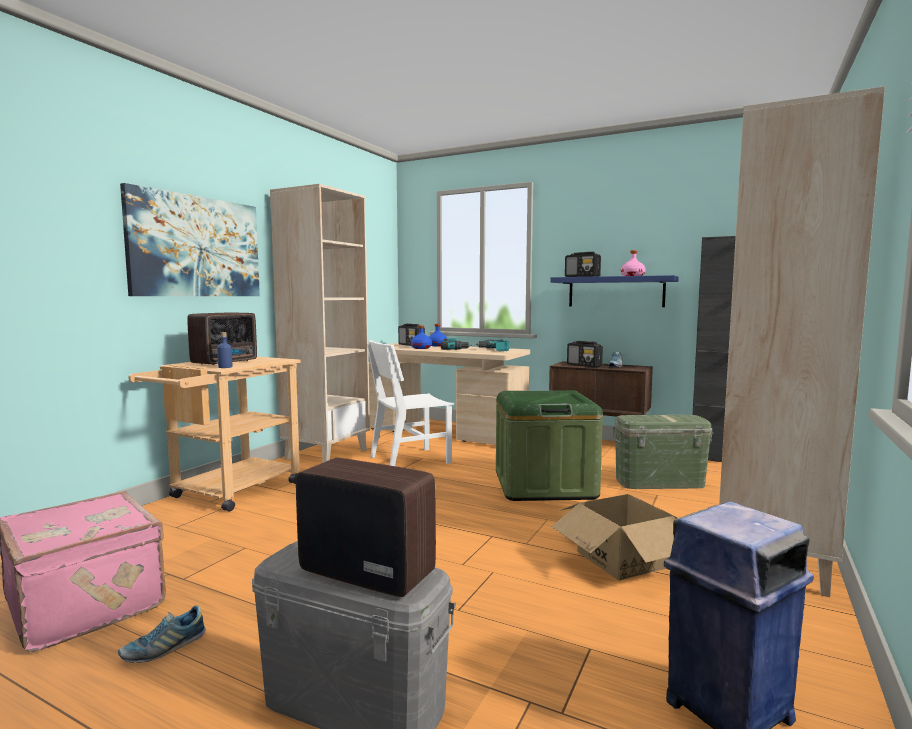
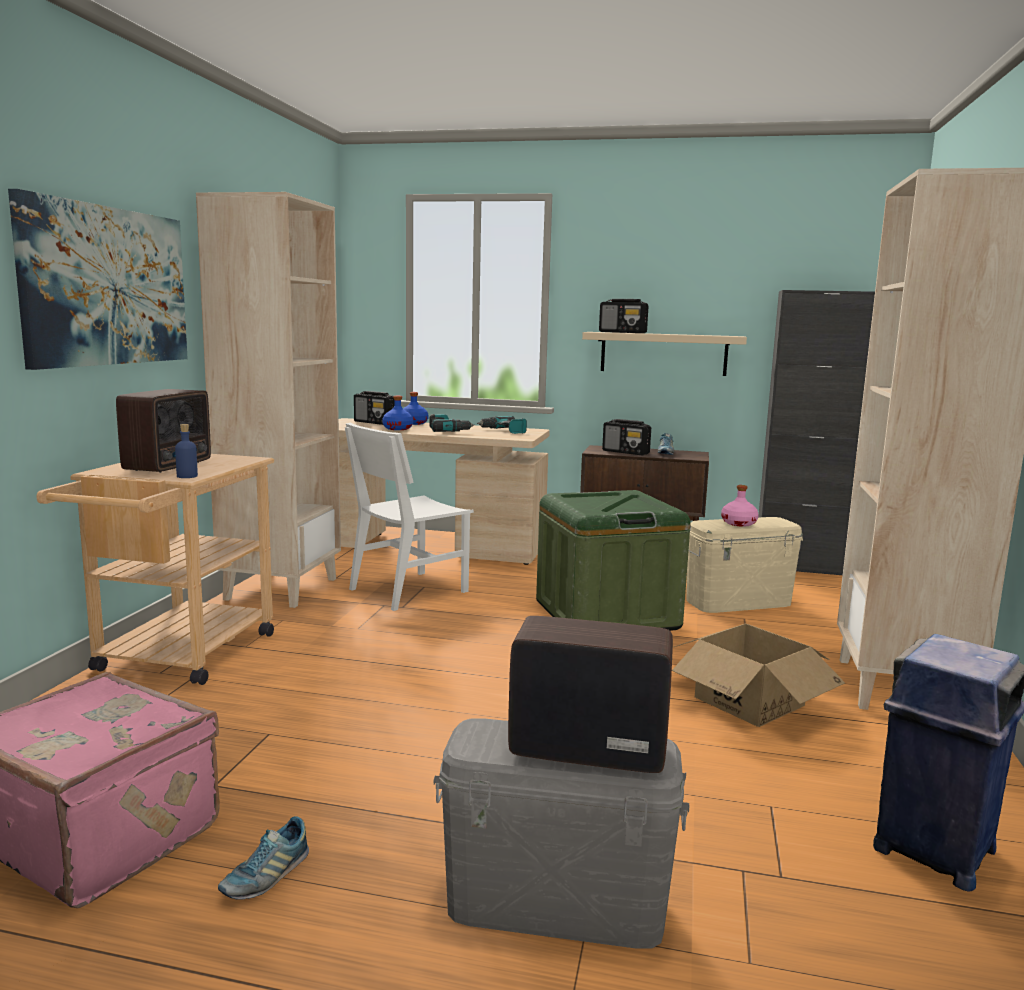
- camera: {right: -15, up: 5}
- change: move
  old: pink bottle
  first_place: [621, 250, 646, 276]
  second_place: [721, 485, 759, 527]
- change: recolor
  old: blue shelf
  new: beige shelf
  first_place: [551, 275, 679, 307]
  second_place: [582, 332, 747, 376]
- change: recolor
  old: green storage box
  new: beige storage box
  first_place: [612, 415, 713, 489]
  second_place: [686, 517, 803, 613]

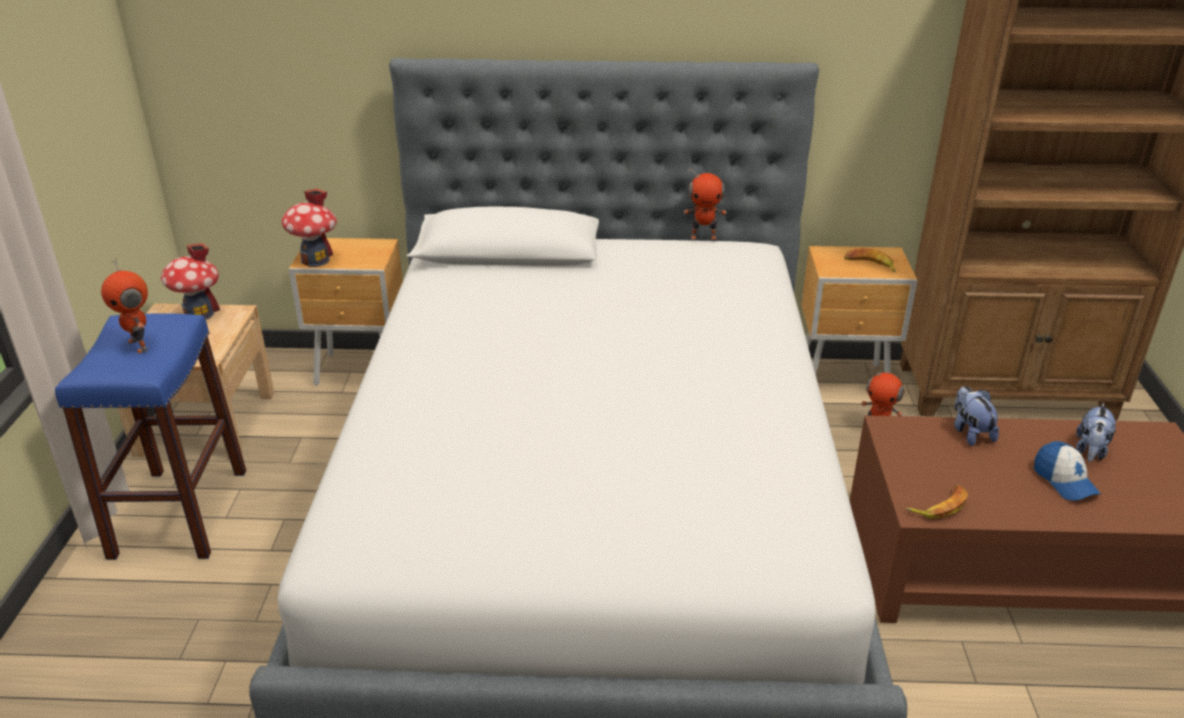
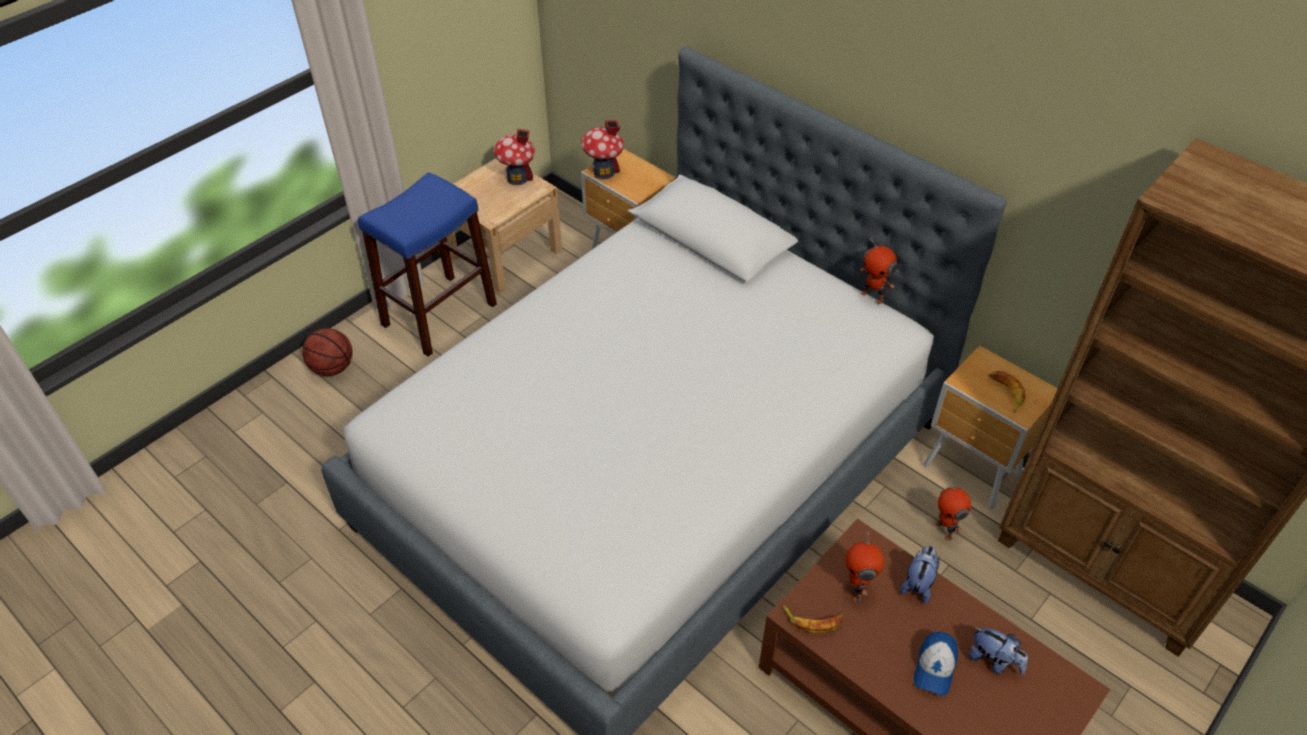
- camera: {right: 40, up: 15}
- change: insert
  new: basketball
  second_place: [302, 328, 353, 376]
- change: move
  old: toy robot
  first_place: [101, 258, 148, 353]
  second_place: [846, 531, 884, 602]
- change: rotate
  old: plush toy
  first_place: [1076, 403, 1116, 462]
  second_place: [968, 627, 1028, 675]
  degrees: -120

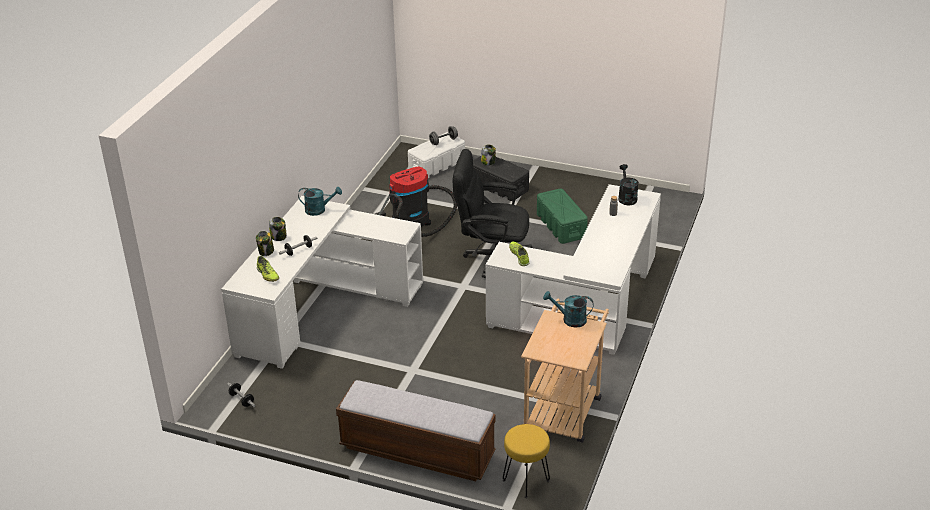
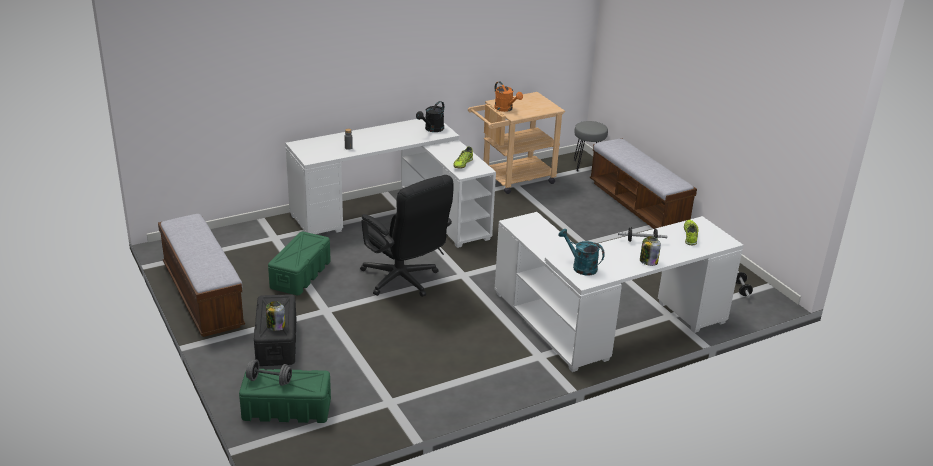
- camera: {right: -140, up: -5}
- change: delete
  old: jar
  first_place: [256, 231, 274, 256]
- change: delete
  old: vacuum cleaner
  first_place: [375, 166, 457, 237]
- change: insert
  new: bench
  second_place: [158, 214, 245, 337]
- change: move
  old: black watering can
  first_place: [618, 164, 639, 205]
  second_place: [416, 101, 444, 132]
- change: recolor
  old: white storage box
  new: green storage box
  first_place: [408, 132, 465, 178]
  second_place: [239, 369, 331, 423]
- change: recolor
  old: yellow stool
  new: grey stool
  first_place: [503, 424, 550, 498]
  second_place: [574, 121, 608, 171]
- change: recolor
  old: turquoise watering can
  new: orange watering can
  first_place: [543, 291, 594, 328]
  second_place: [494, 81, 523, 112]

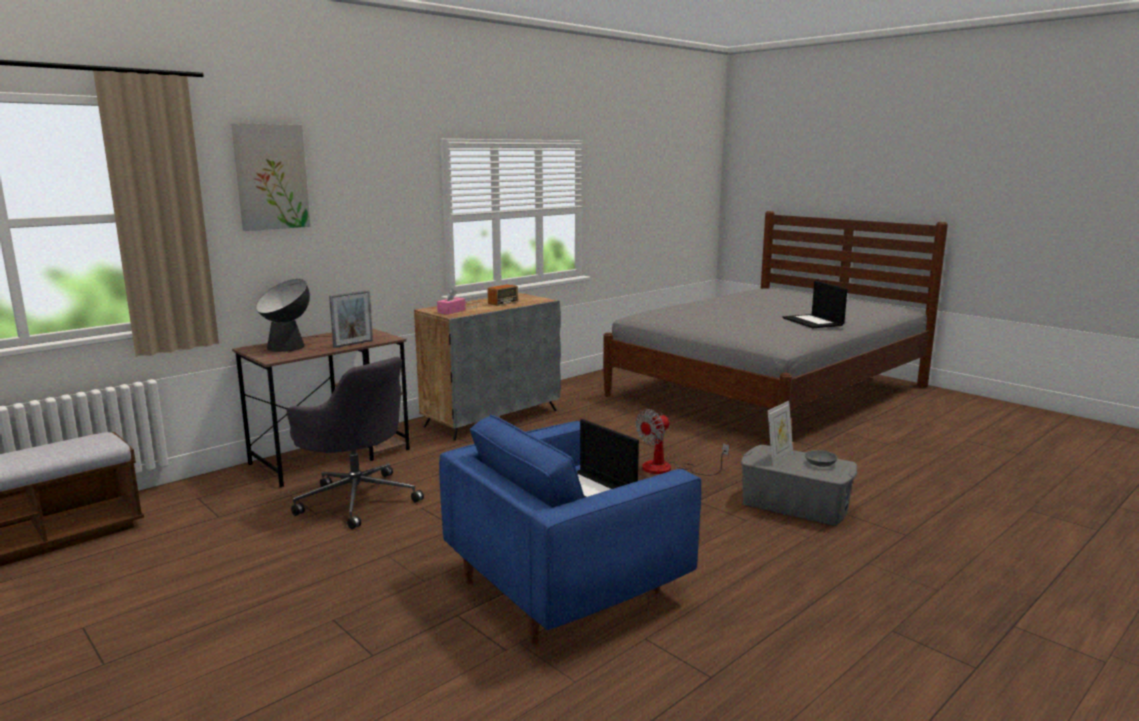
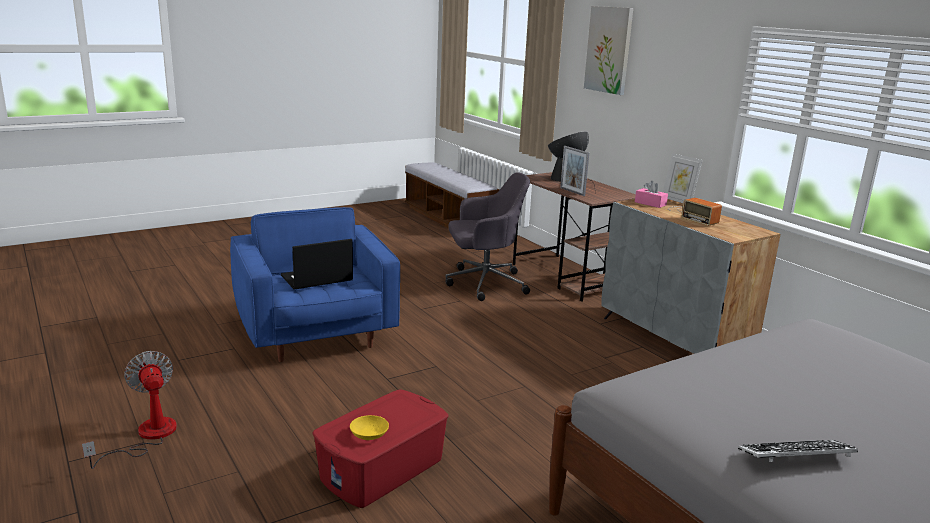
- camera: {right: 100, up: 5}
- change: move
  old: fan
  first_place: [636, 409, 729, 476]
  second_place: [82, 351, 177, 469]
- change: move
  old: picture frame
  first_place: [768, 401, 793, 465]
  second_place: [663, 153, 702, 203]
- change: replace
  old: laptop
  new: keyboard
  first_place: [783, 281, 847, 328]
  second_place: [738, 440, 858, 462]
- change: recolor
  old: grey storage box
  new: red storage box
  first_place: [741, 445, 857, 526]
  second_place: [312, 389, 449, 508]
- change: recolor
  old: grey bowl
  new: yellow bowl
  first_place: [805, 450, 838, 467]
  second_place: [350, 415, 389, 440]
- change: rotate
  old: grey office chair
  first_place: [287, 356, 424, 529]
  second_place: [445, 172, 530, 301]
  degrees: -150

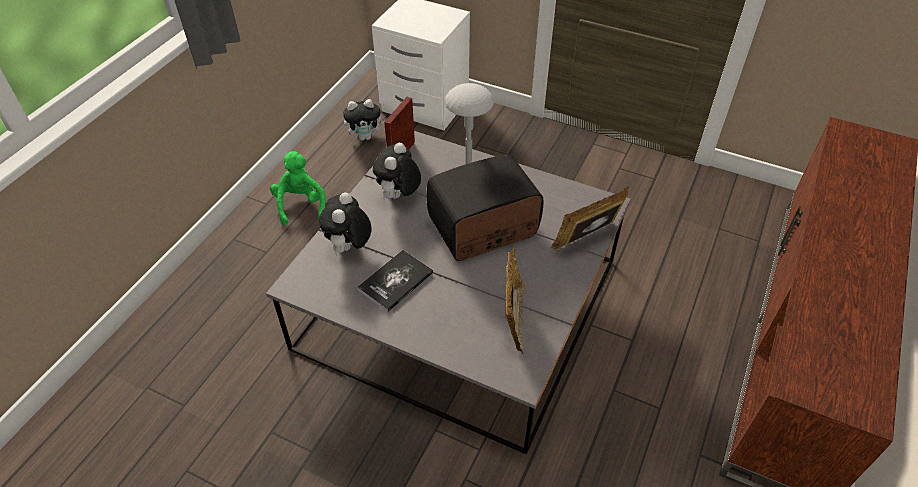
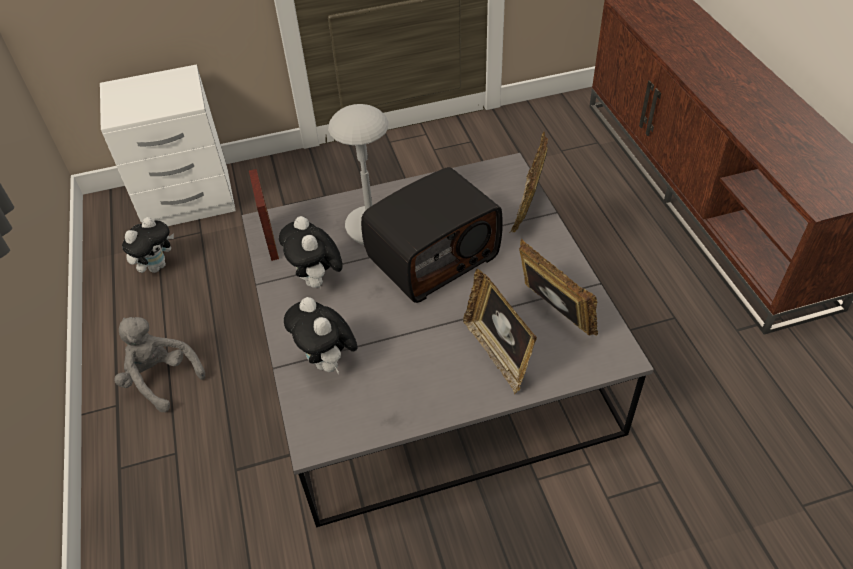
- camera: {right: -40, up: 0}
- change: delete
  old: book
  first_place: [357, 250, 433, 312]
- change: insert
  new: picture frame
  second_place: [463, 269, 537, 394]
- change: recolor
  old: green plush toy
  new: grey plush toy
  first_place: [270, 151, 326, 226]
  second_place: [114, 317, 205, 412]
- change: rotate
  old: radio
  first_place: [426, 154, 543, 261]
  second_place: [361, 167, 503, 303]
  degrees: -150

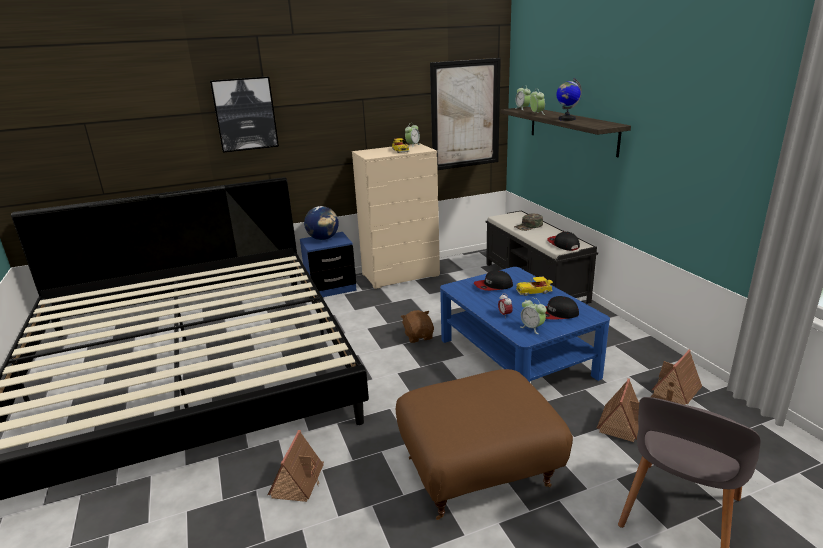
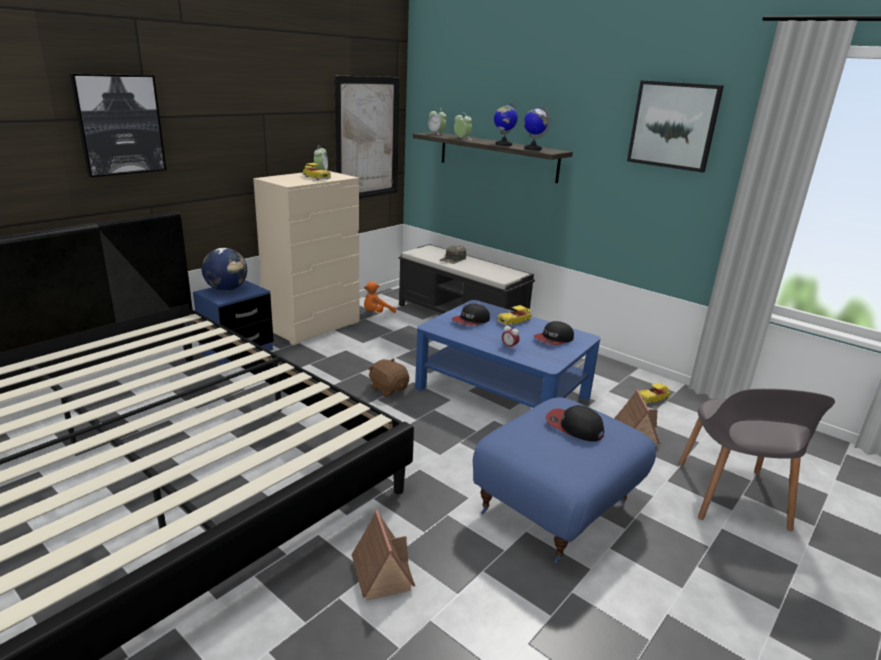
- camera: {right: -30, up: 0}
- change: delete
  old: alarm clock
  first_place: [520, 298, 547, 334]
- change: insert
  new: orange plush toy
  second_place: [364, 281, 396, 313]
- change: insert
  new: globe
  second_place: [524, 106, 550, 151]
- change: insert
  new: picture
  second_place: [627, 80, 724, 172]
- change: move
  old: cap
  first_place: [547, 232, 580, 251]
  second_place: [546, 405, 604, 442]
- change: replace
  old: toy house
  new: toy car
  first_place: [651, 350, 702, 405]
  second_place: [639, 383, 670, 405]
- change: recolor
  old: brown ottoman
  new: blue ottoman
  first_place: [396, 369, 573, 520]
  second_place: [473, 397, 656, 563]

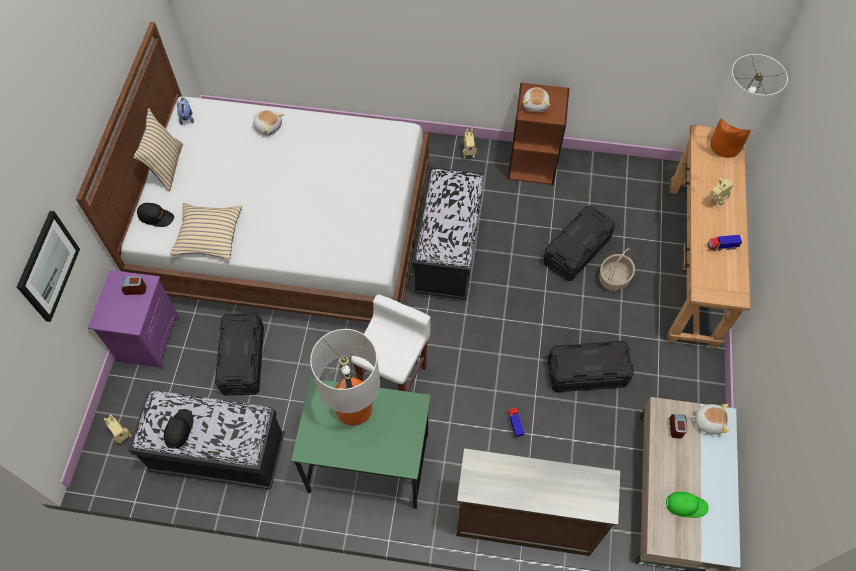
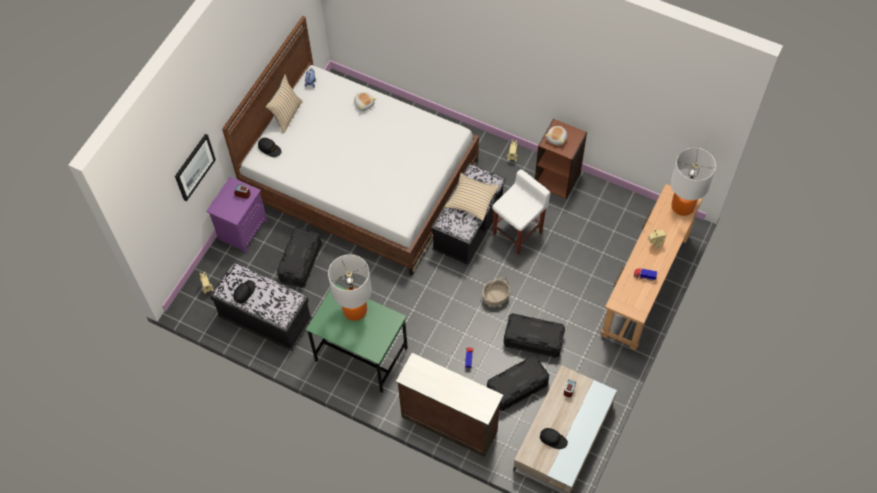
- camera: {right: 20, up: 0}
- change: delete
  old: plush toy
  first_place: [690, 404, 729, 435]
- change: move
  old: beige pillow
  first_place: [170, 203, 242, 260]
  second_place: [445, 173, 500, 221]
- change: move
  old: white stool
  first_place: [351, 295, 431, 392]
  second_place: [492, 169, 550, 255]
- change: move
  old: black storage box
  first_place: [543, 206, 615, 281]
  second_place: [487, 355, 549, 411]
- change: move
  old: basket
  first_place: [599, 248, 635, 291]
  second_place: [482, 277, 510, 307]
- change: recolor
  old: green cap
  new: black cap
  first_place: [666, 492, 709, 518]
  second_place: [540, 428, 568, 449]

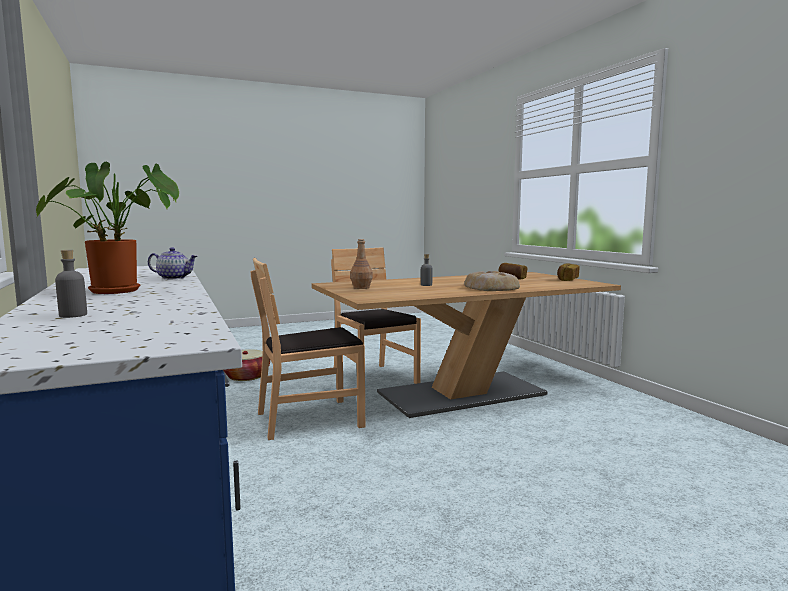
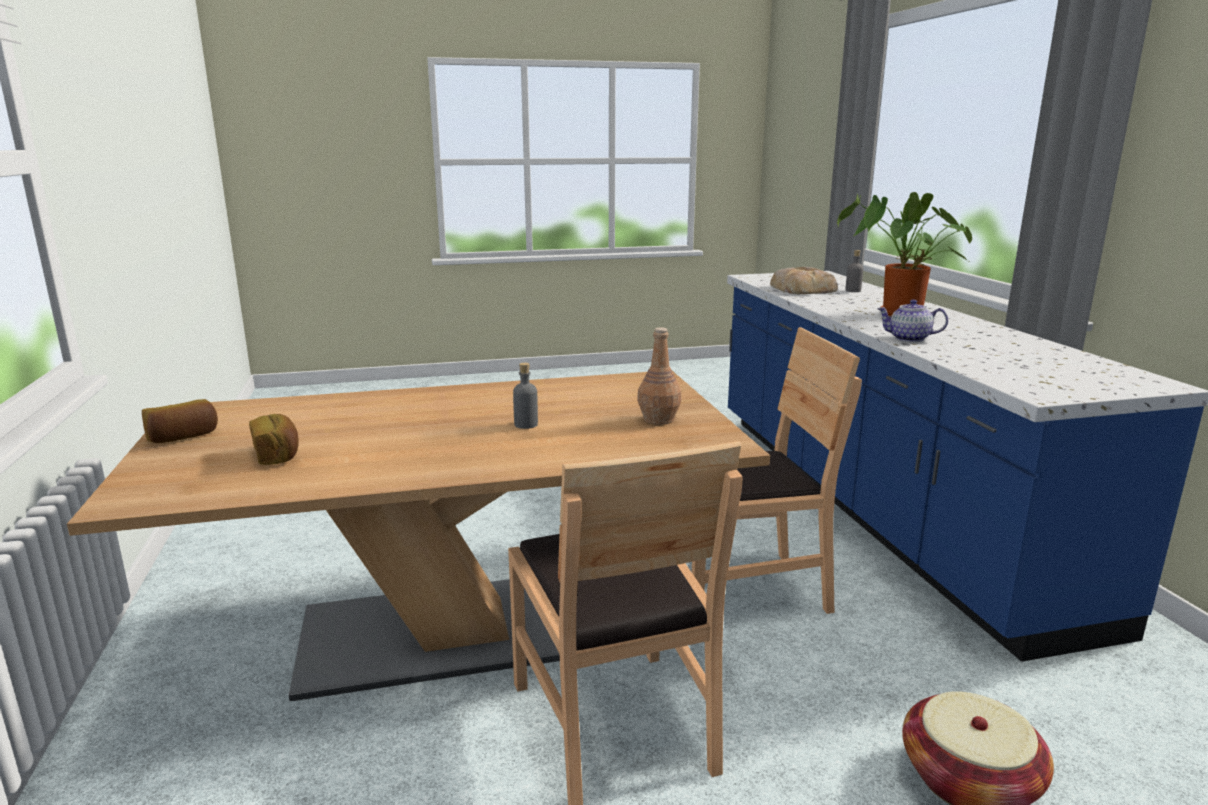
- camera: {right: -170, up: 10}
- change: move
  old: bread
  first_place: [464, 271, 520, 291]
  second_place: [770, 267, 838, 294]

